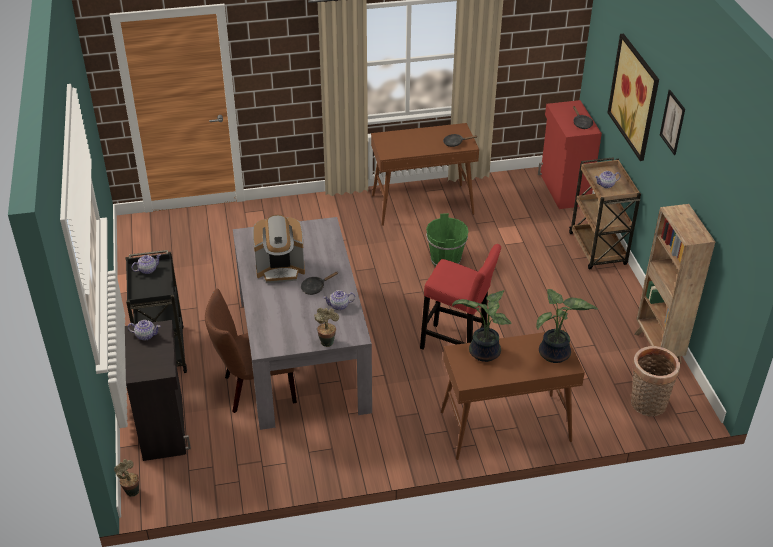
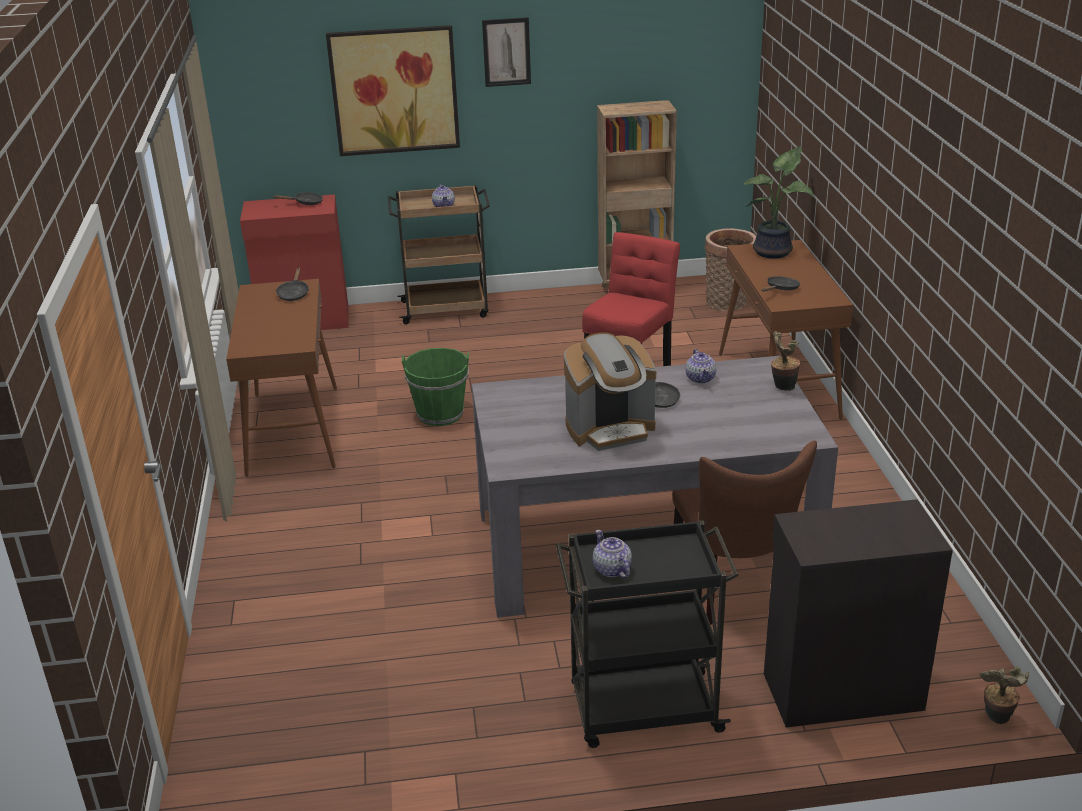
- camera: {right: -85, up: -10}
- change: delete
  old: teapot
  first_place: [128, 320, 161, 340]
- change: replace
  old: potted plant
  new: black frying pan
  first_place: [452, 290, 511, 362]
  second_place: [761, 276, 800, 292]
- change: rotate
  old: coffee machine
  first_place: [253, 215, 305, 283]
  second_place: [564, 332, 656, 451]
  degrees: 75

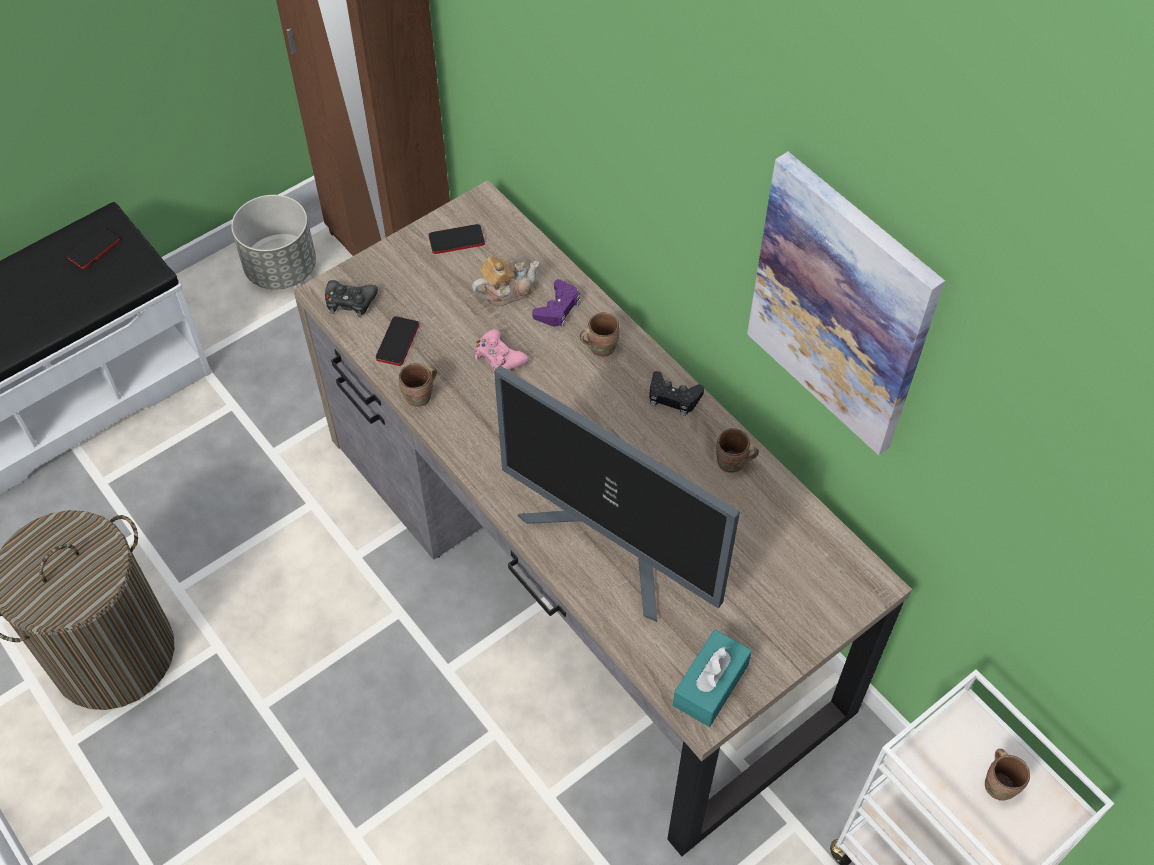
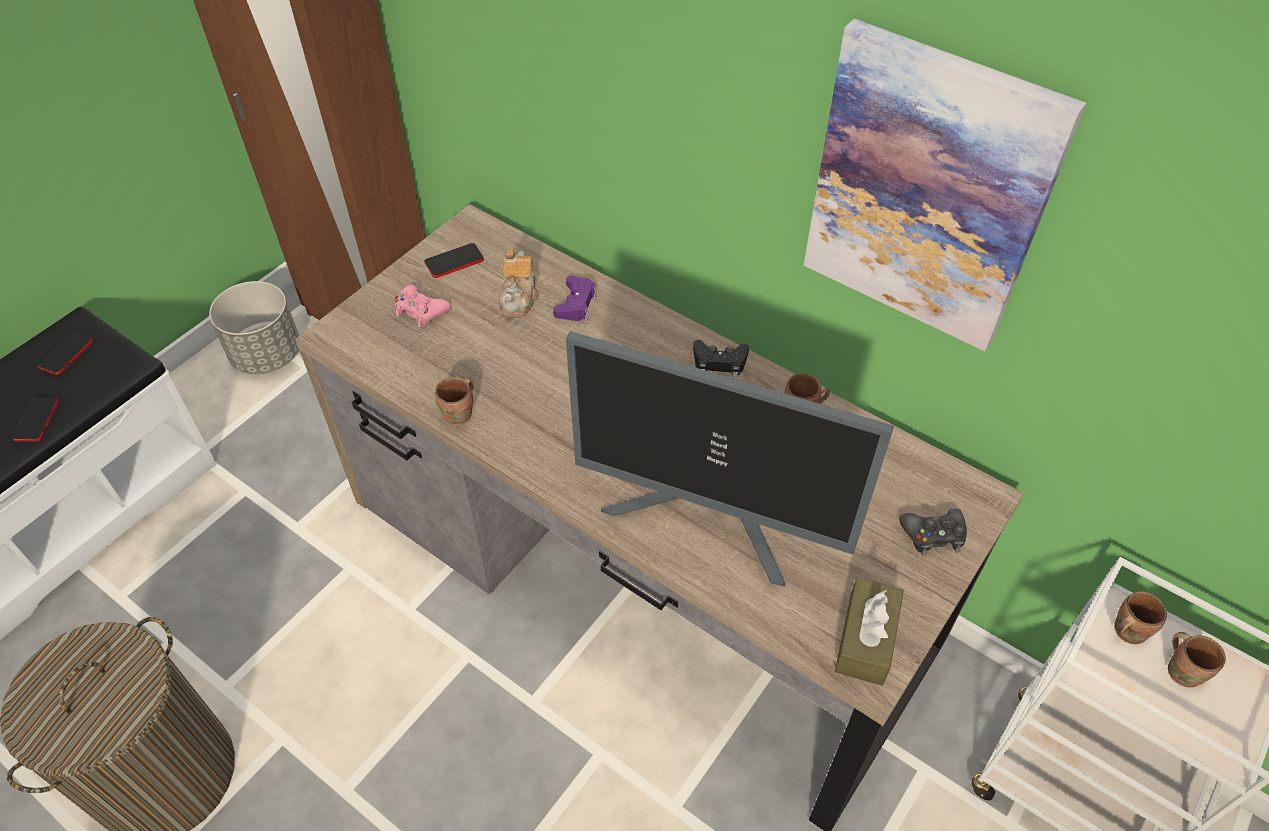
- camera: {right: -15, up: -5}
- change: move
  old: black game controller
  first_place: [325, 280, 378, 317]
  second_place: [899, 509, 967, 556]
- change: move
  old: phone
  first_place: [376, 316, 419, 366]
  second_place: [12, 397, 59, 441]
- change: move
  old: pink game controller
  first_place: [474, 329, 529, 377]
  second_place: [393, 285, 451, 328]
- change: move
  old: brown mug
  first_place: [580, 312, 620, 357]
  second_place: [1114, 591, 1167, 644]
- change: recolor
  old: turquoise tissue box
  new: brown tissue box
  first_place: [673, 629, 752, 727]
  second_place: [835, 577, 904, 686]
- change: rotate
  old: teapot
  first_place: [472, 256, 540, 306]
  second_place: [499, 249, 539, 318]
  degrees: 135

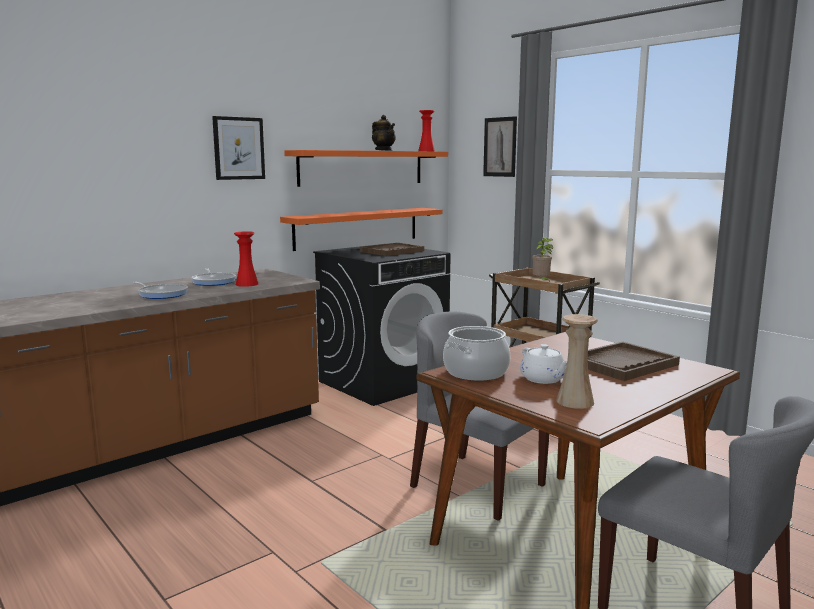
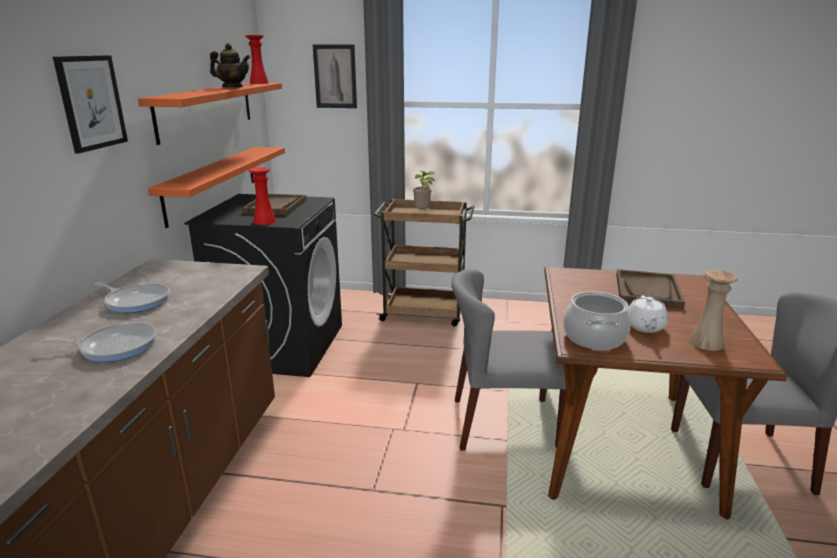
- camera: {right: -40, up: 10}
- change: move
  old: red vase
  first_place: [234, 231, 258, 287]
  second_place: [249, 167, 277, 225]
- change: rotate
  old: white teapot
  first_place: [520, 344, 567, 384]
  second_place: [627, 296, 668, 333]
  degrees: 75

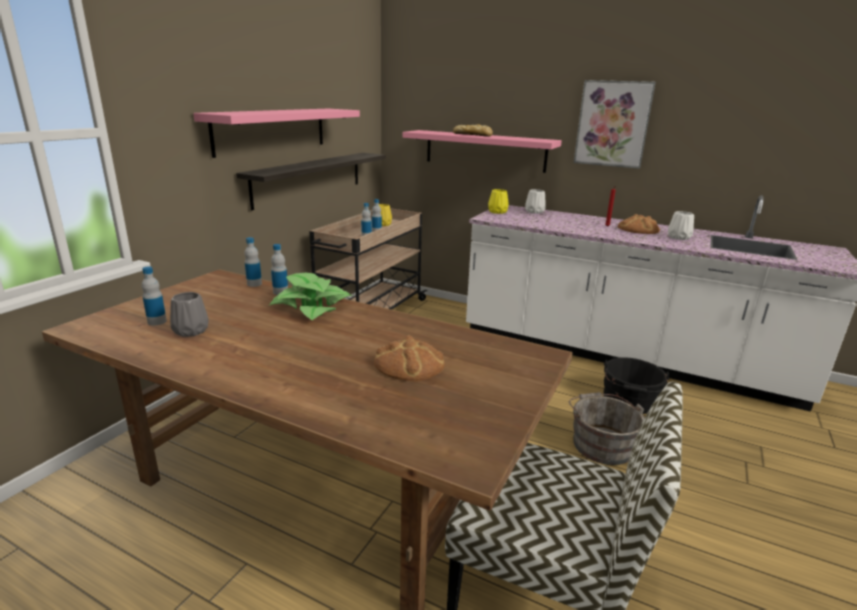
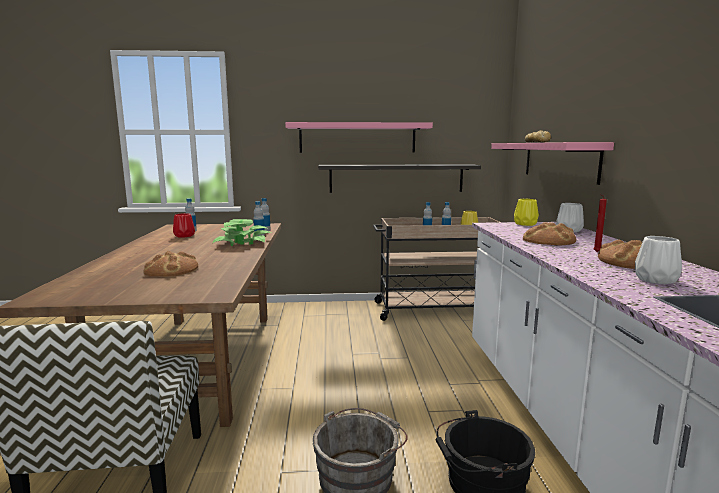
- camera: {right: 60, up: -10}
- change: delete
  old: picture
  first_place: [574, 80, 656, 169]
- change: insert
  new: bread
  second_place: [523, 222, 576, 245]
- change: recolor
  old: grey vase
  new: red vase
  first_place: [170, 292, 209, 337]
  second_place: [173, 213, 195, 237]

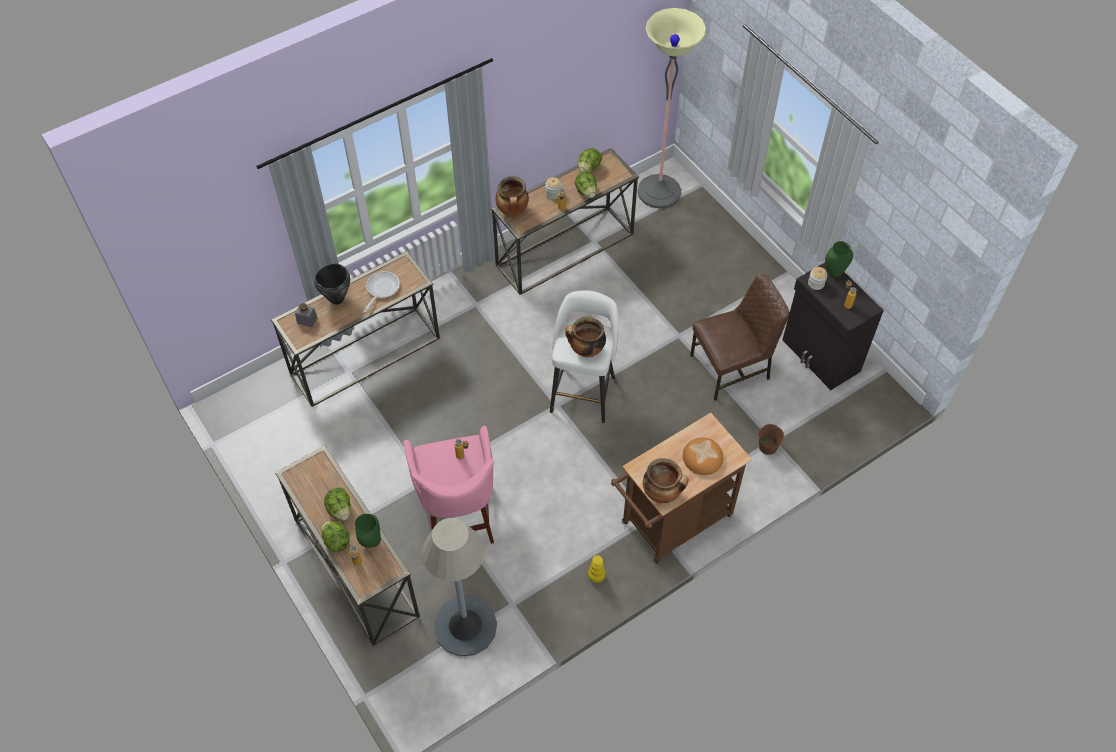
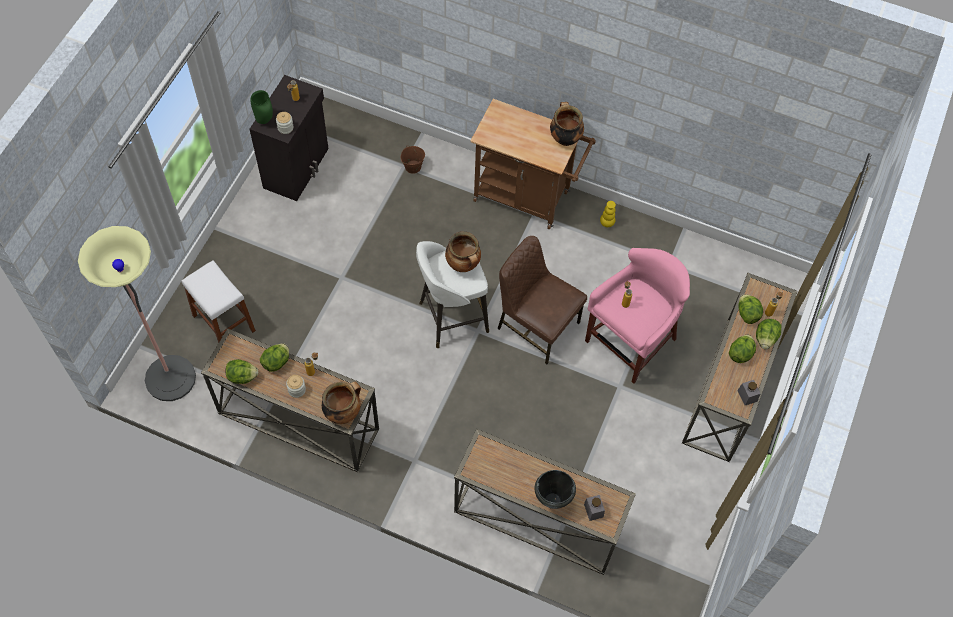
- camera: {right: -125, up: 5}
- change: delete
  old: frying pan
  first_place: [363, 271, 400, 312]
- change: delete
  old: grey floor lamp
  first_place: [422, 518, 497, 657]
- change: delete
  old: bread
  first_place: [683, 437, 723, 475]
- change: insert
  new: white stool
  second_place: [182, 260, 256, 343]
- change: insert
  new: grey jar
  second_place: [737, 380, 761, 405]
- change: move
  old: brown chair
  first_place: [690, 274, 789, 400]
  second_place: [497, 236, 587, 364]
- change: replace
  old: green vase
  new: lettuce
  first_place: [355, 514, 381, 548]
  second_place: [739, 294, 763, 324]

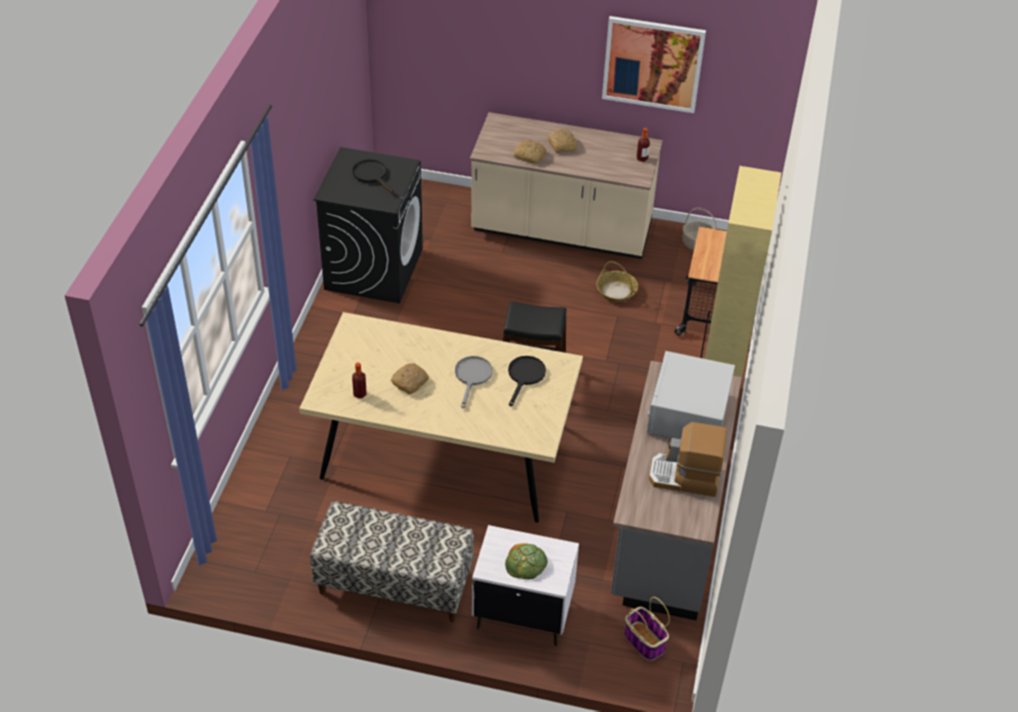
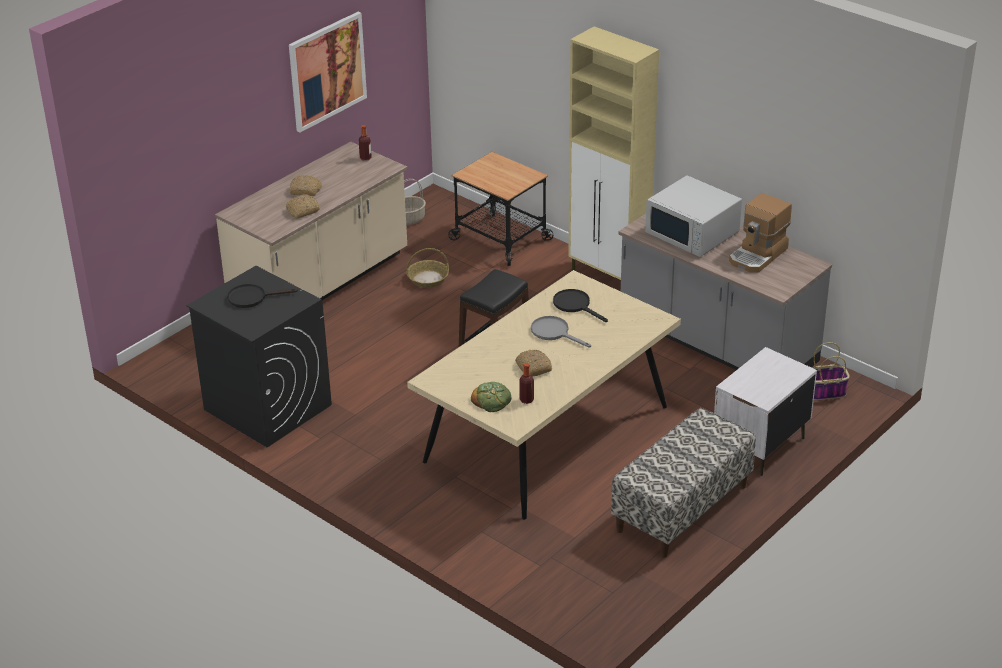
- camera: {right: -60, up: -10}
- change: move
  old: bread
  first_place: [505, 543, 548, 579]
  second_place: [471, 382, 511, 412]

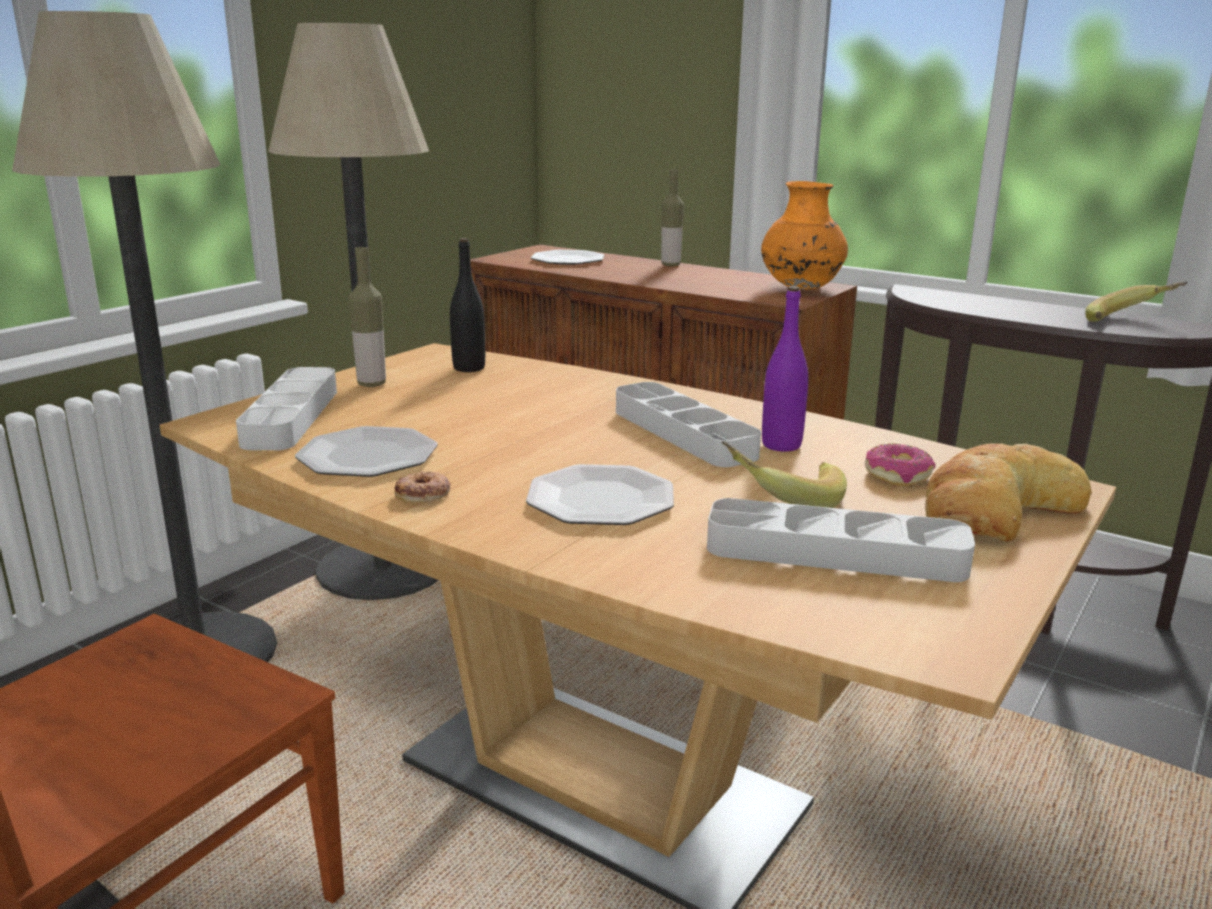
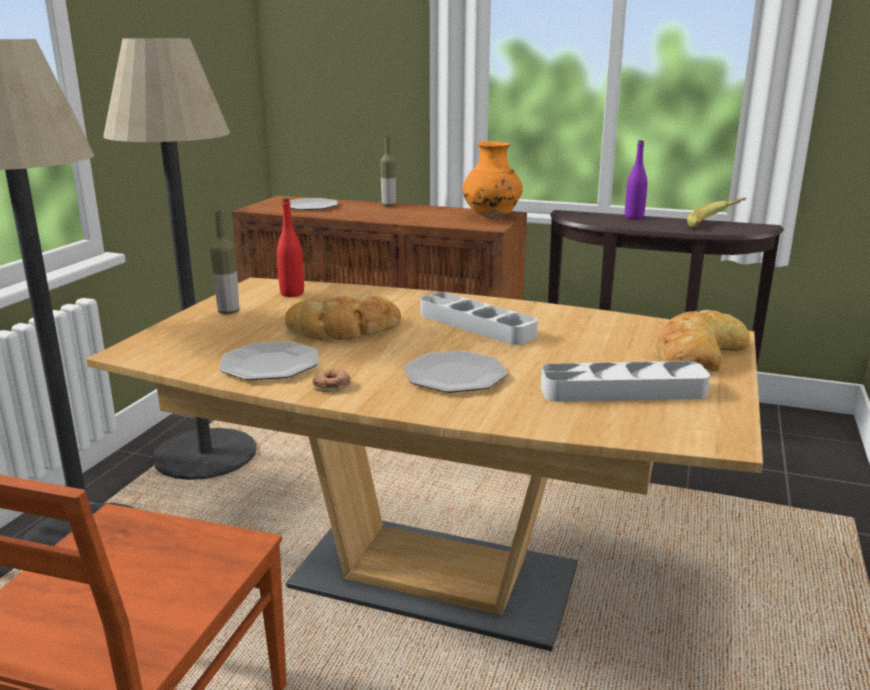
- camera: {right: -15, up: 0}
- change: delete
  old: grey tray
  first_place: [236, 367, 337, 450]
- change: delete
  old: banana
  first_place: [722, 441, 847, 508]
- change: delete
  old: donut
  first_place: [865, 443, 936, 486]
- change: insert
  new: bread
  second_place: [285, 294, 401, 340]
- change: move
  old: purple bottle
  first_place: [762, 286, 808, 452]
  second_place: [625, 140, 647, 219]
- change: recolor
  old: black bottle
  new: red bottle
  first_place: [450, 238, 485, 372]
  second_place: [277, 198, 304, 297]

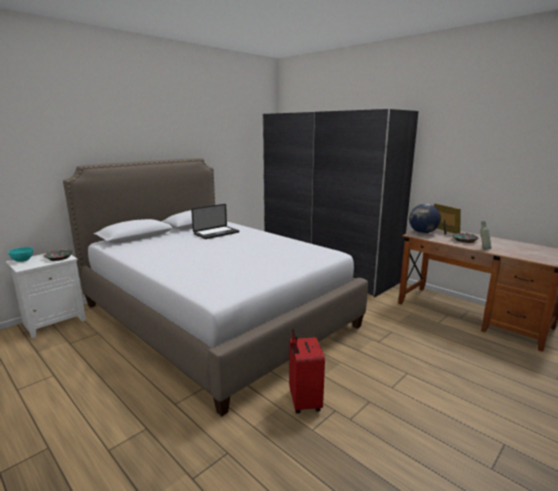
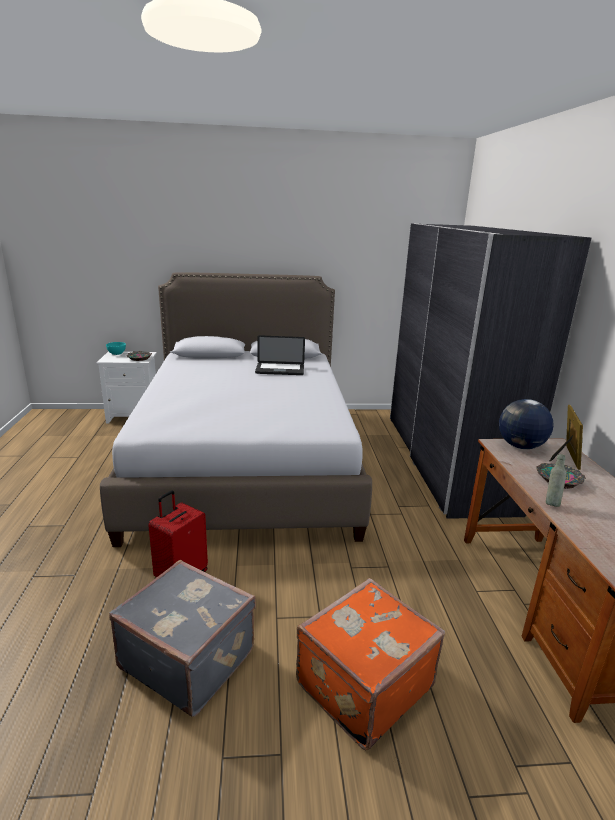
- camera: {right: 40, up: 5}
- change: insert
  new: grey suitcase
  second_place: [109, 560, 256, 717]
- change: insert
  new: orange suitcase
  second_place: [296, 578, 445, 751]

